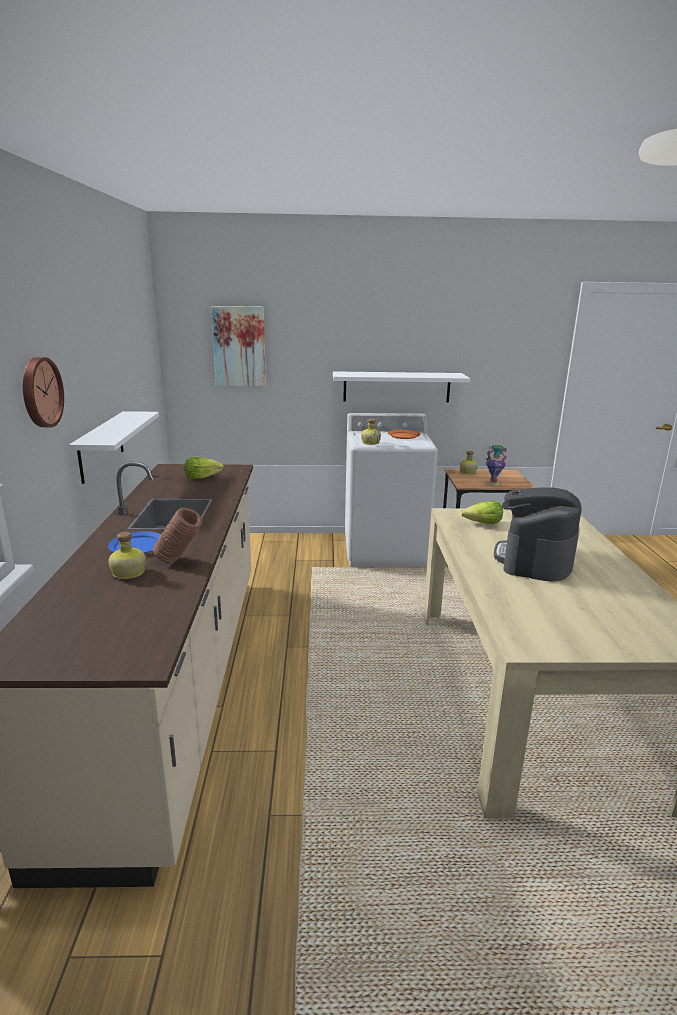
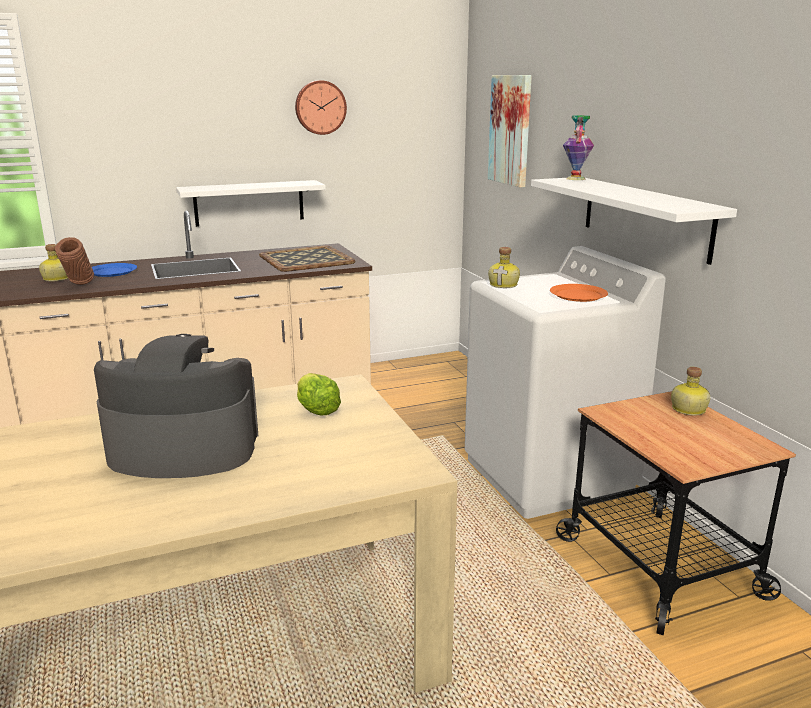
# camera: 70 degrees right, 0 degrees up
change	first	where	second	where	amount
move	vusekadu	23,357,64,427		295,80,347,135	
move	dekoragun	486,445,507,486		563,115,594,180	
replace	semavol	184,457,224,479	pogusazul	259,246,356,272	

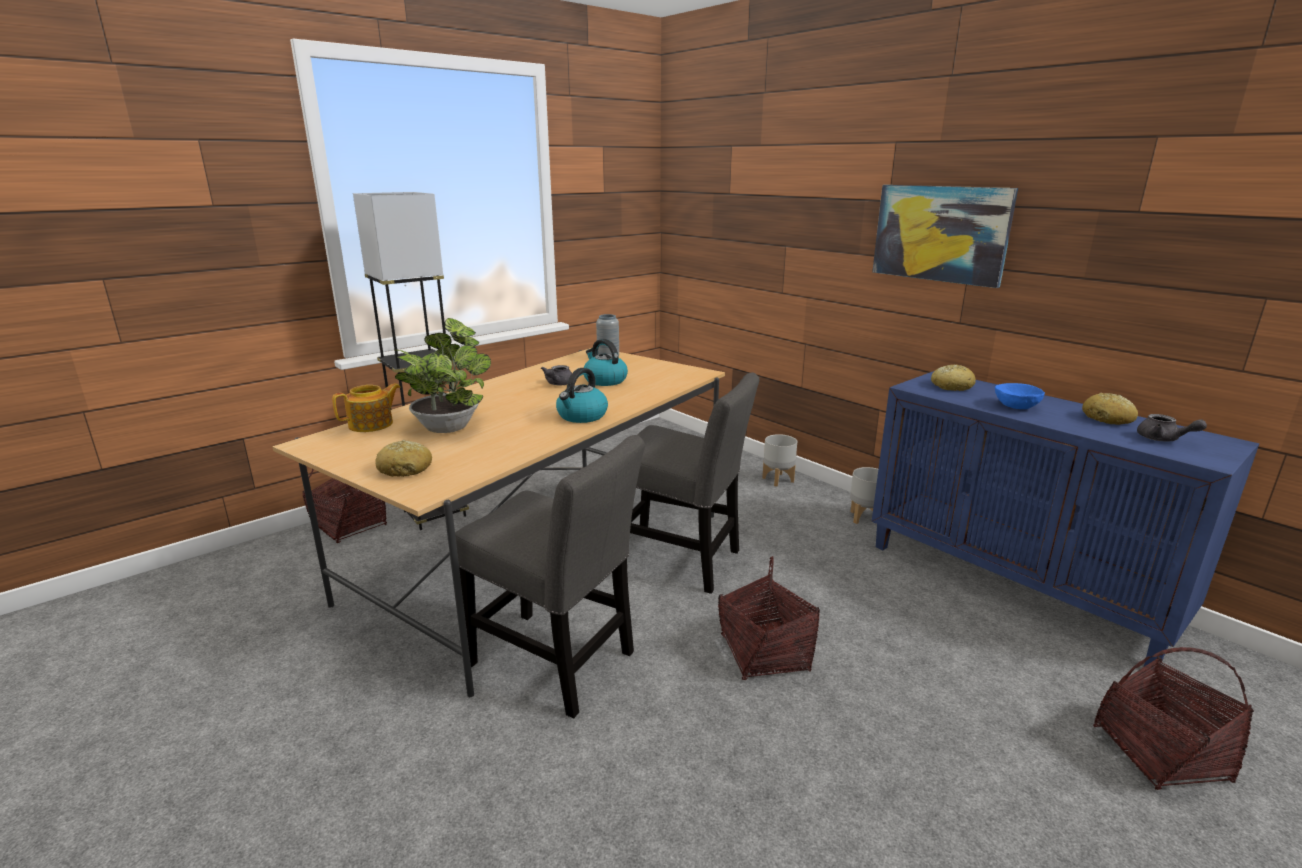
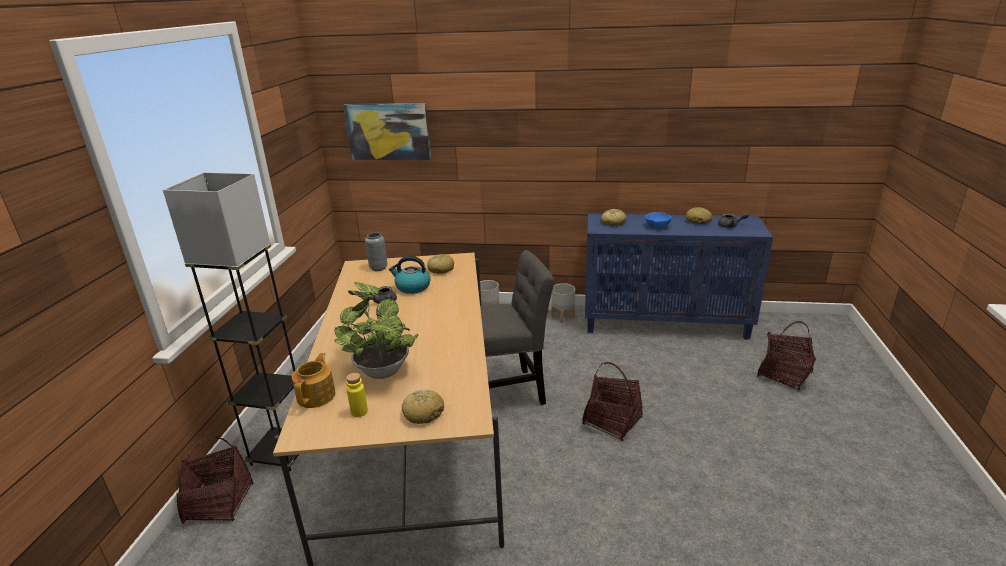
# camera: 40 degrees left, 5 degrees up
change	first	where	second	where	amount
delete	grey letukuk	455,435,645,719			
delete	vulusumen	556,368,608,423			
insert			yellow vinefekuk	346,373,368,417	
insert			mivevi	427,254,454,274	
move	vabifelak	872,185,1018,288		344,103,431,160	

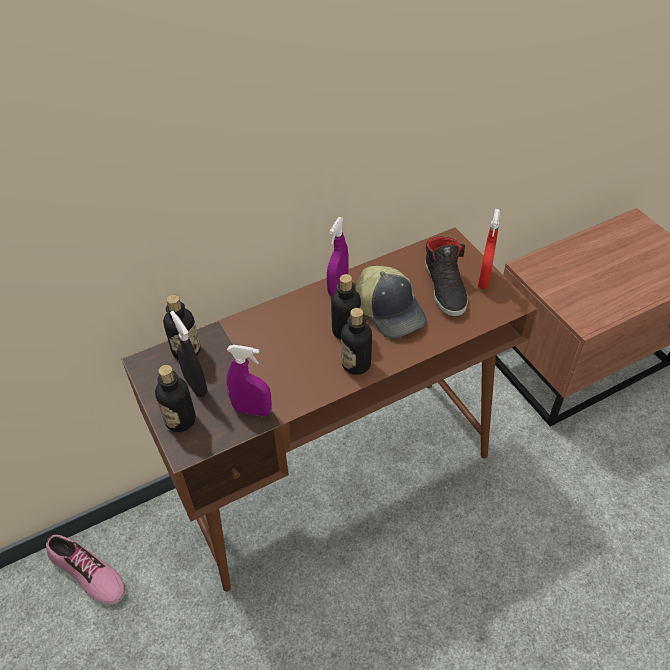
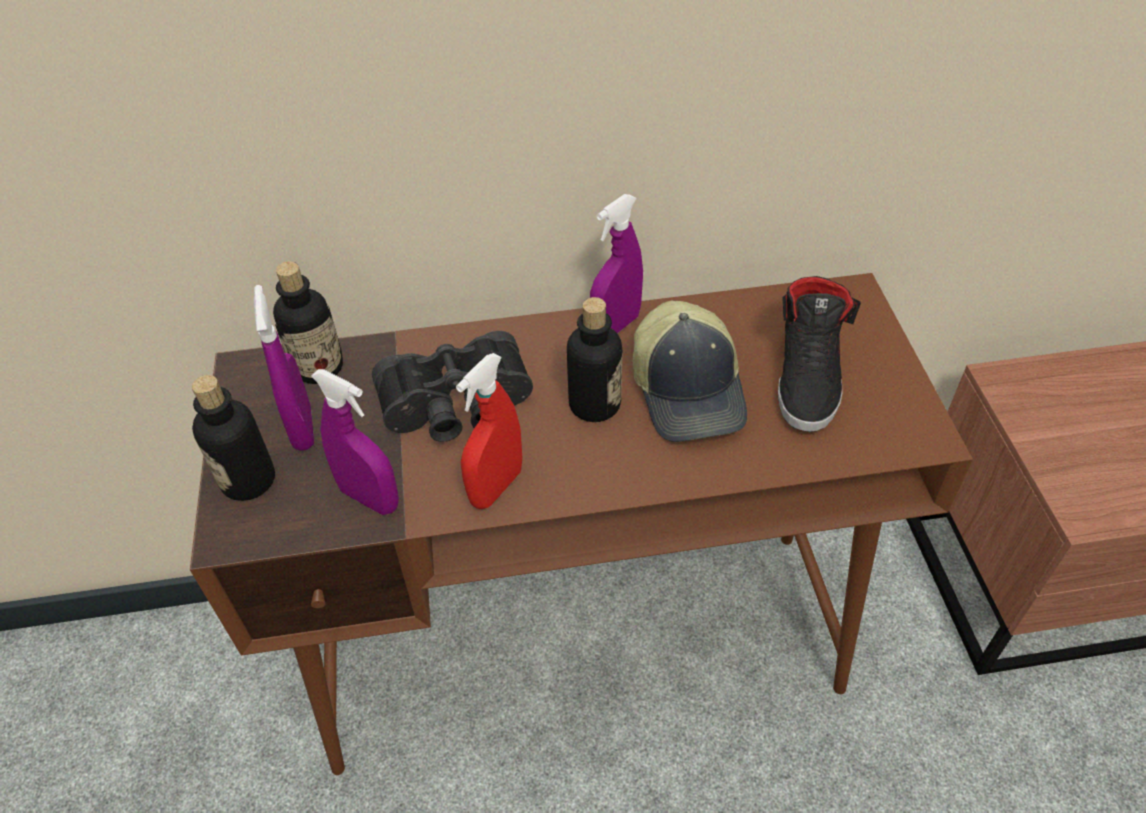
# camera: 20 degrees right, 0 degrees up
change	first	where	second	where	amount
delete	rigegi	46,535,125,605			
delete	vinefekuk	341,308,372,375			
insert			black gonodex	372,331,533,442	
move	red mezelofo	478,209,500,289		456,353,522,509	
recolor	black mezelofo	170,311,207,397	purple mezelofo	254,285,314,450	

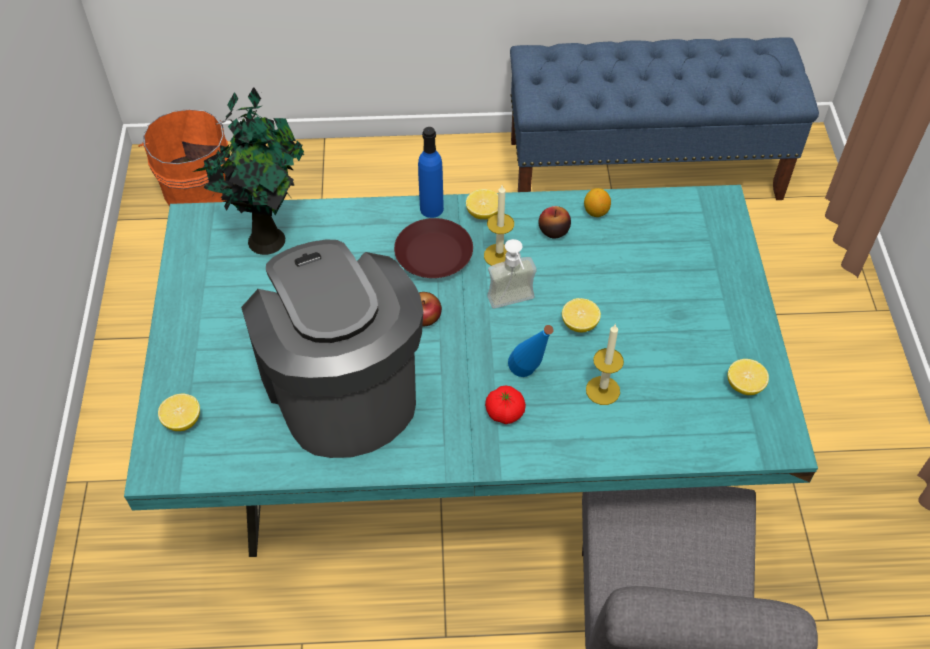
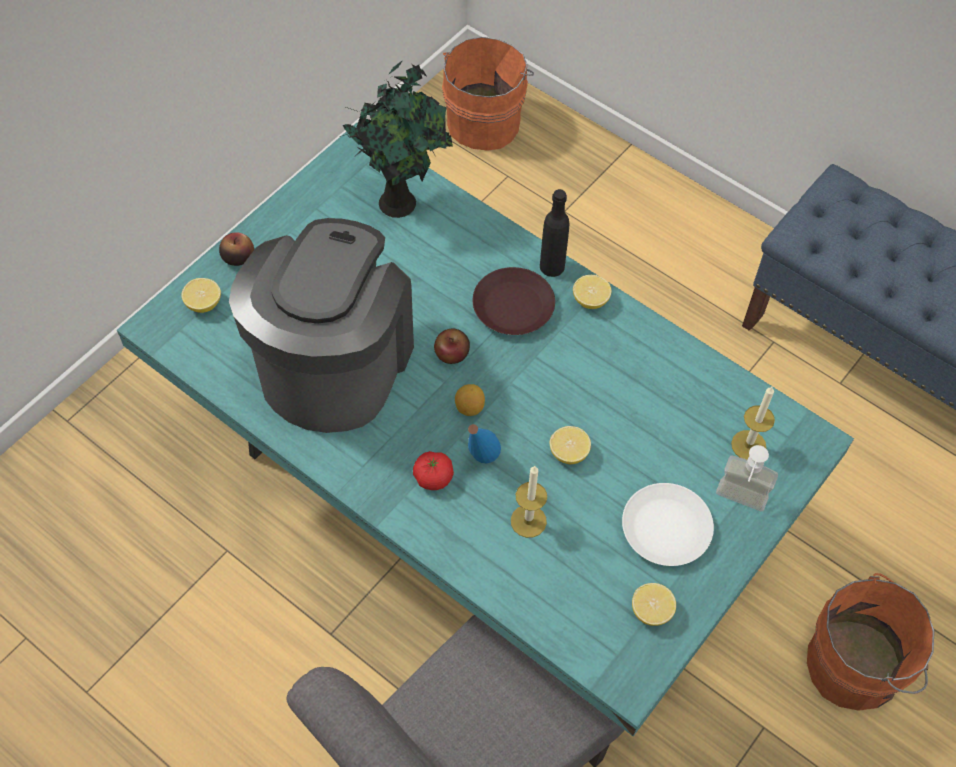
# camera: 40 degrees right, 5 degrees up
change	first	where	second	where	amount
insert			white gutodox	622,483,714,566	
insert			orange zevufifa	807,573,934,711	
move	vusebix	484,185,514,266		731,387,775,459	
move	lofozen	487,239,536,309		716,445,778,511	
move	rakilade	538,206,571,239		219,232,254,266	
move	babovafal	584,188,611,217		455,384,485,416	
recolor	blue vinefekuk	418,127,444,218	black vinefekuk	540,189,569,277	

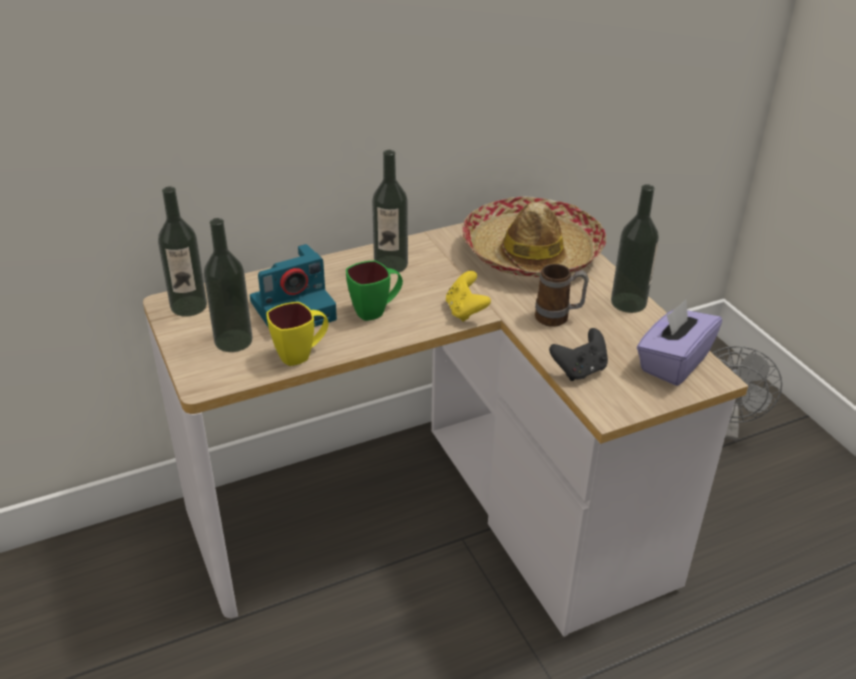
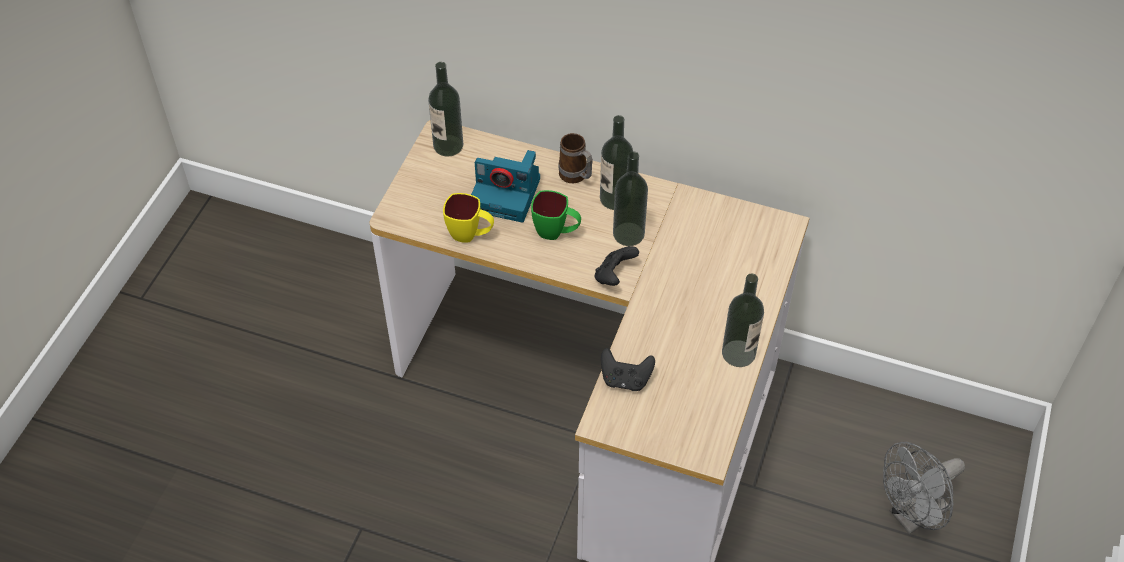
# camera: 45 degrees right, 15 degrees up
change	first	where	second	where	amount
delete	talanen	463,196,606,277			
delete	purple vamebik	637,300,722,386			
move	vinefekuk	204,218,253,352		613,151,648,246	
move	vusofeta	535,264,589,327		558,133,593,183	
recolor	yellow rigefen	446,271,491,322	black rigefen	595,246,639,286	

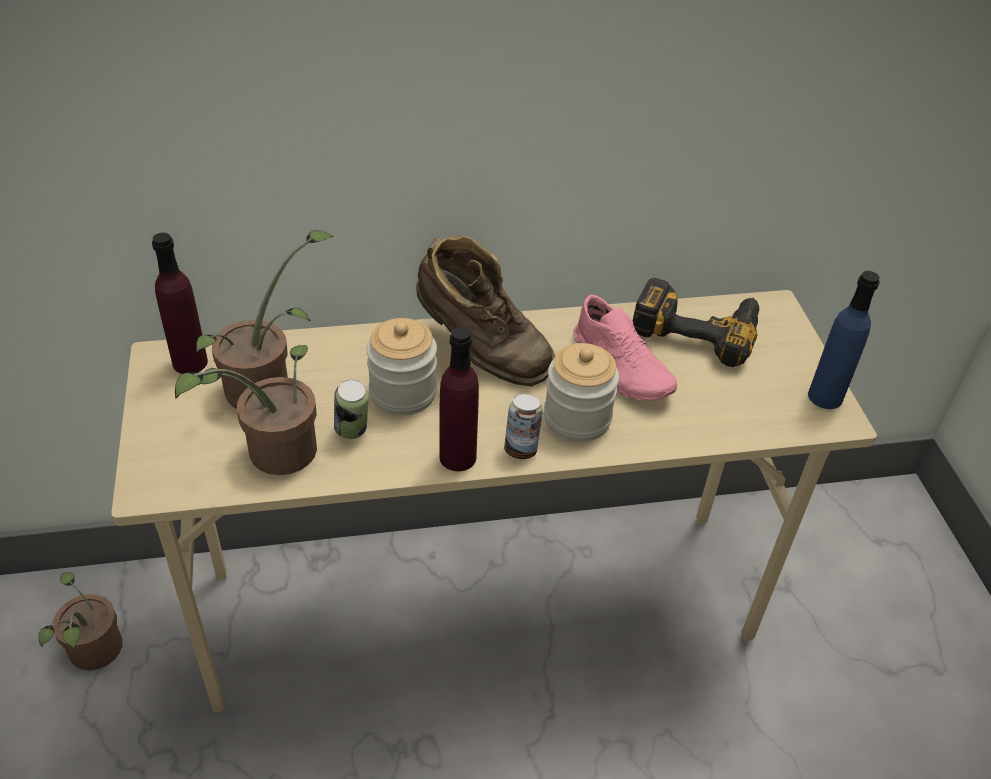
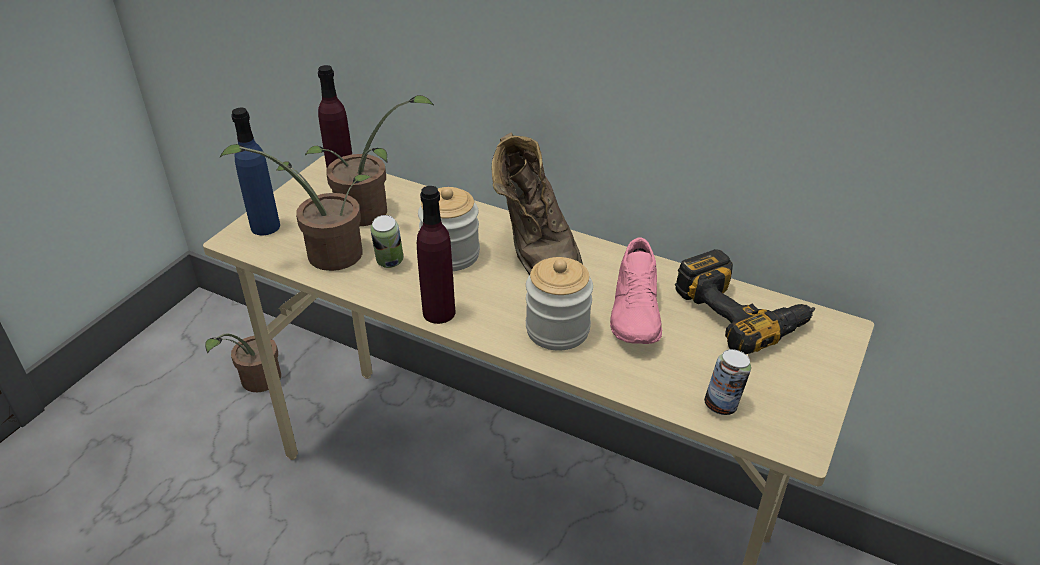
# camera: 40 degrees right, 5 degrees down
change	first	where	second	where	amount
move	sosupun	504,394,543,460		704,349,751,415	
move	blue vinefekuk	808,271,880,409		231,108,280,235	

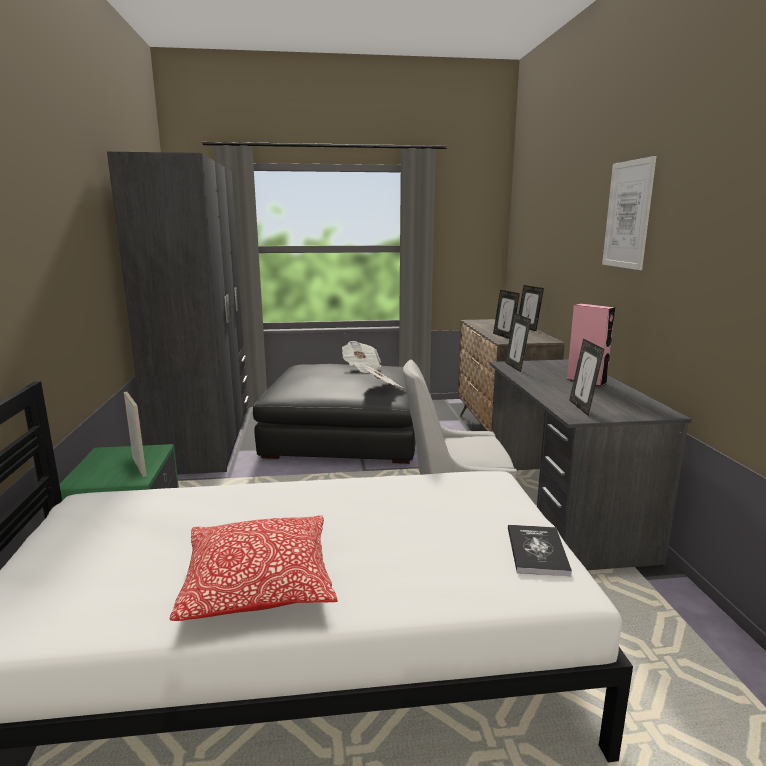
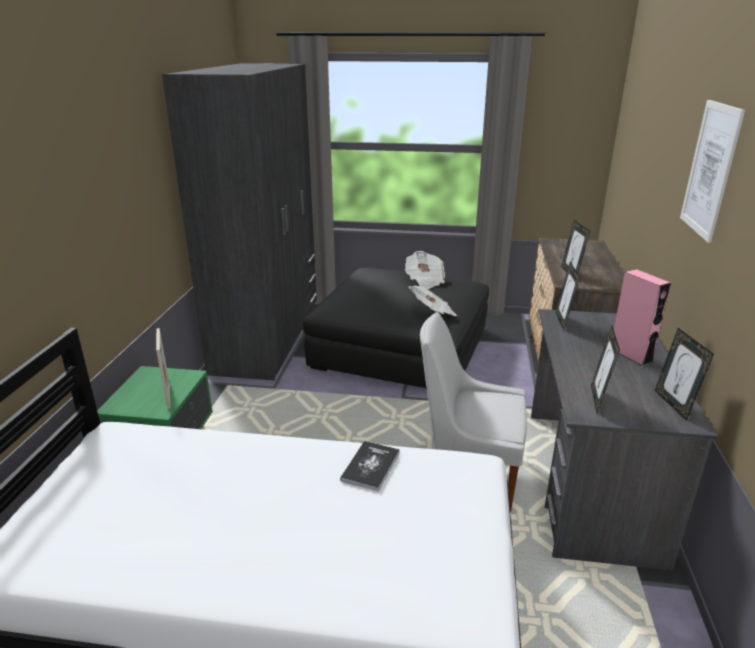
# camera: 15 degrees right, 10 degrees up
change	first	where	second	where	amount
delete	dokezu	170,515,338,621			
move	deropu	508,525,572,576		340,441,400,492	
move	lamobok	519,285,544,331		655,328,714,421	

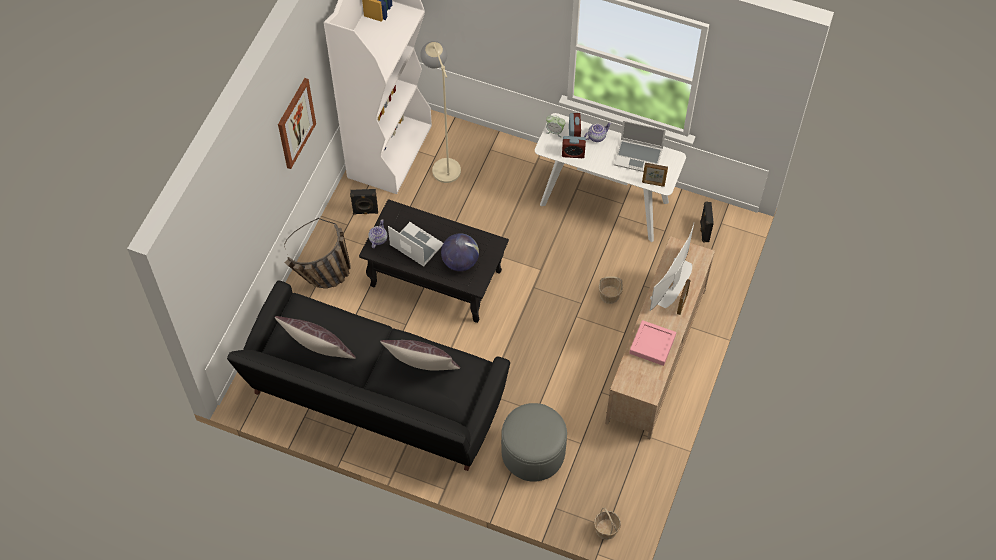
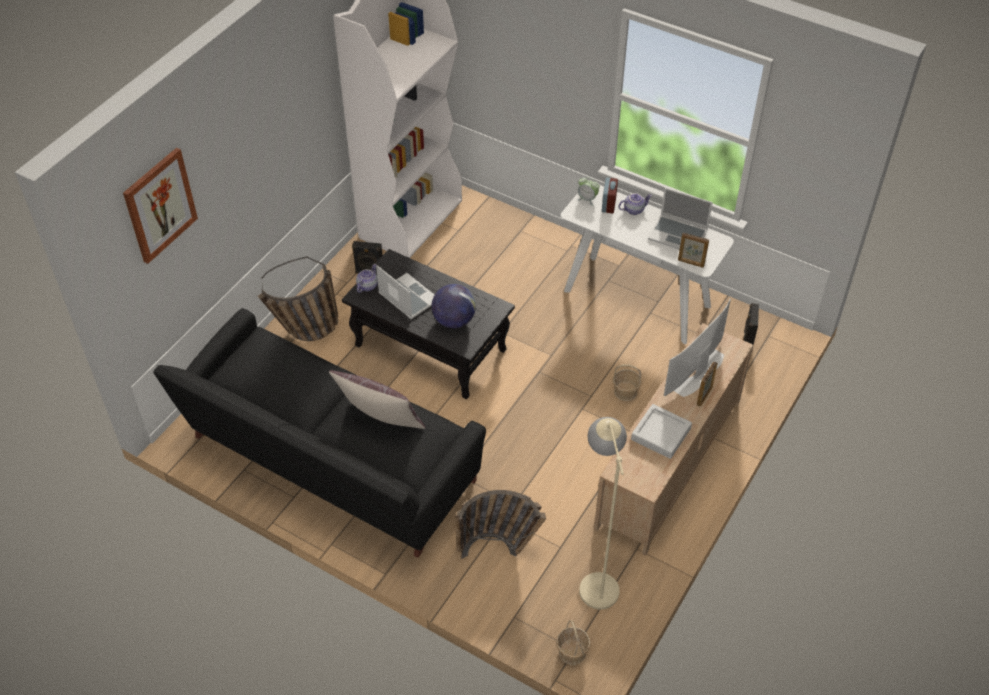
# camera: 10 degrees right, 10 degrees down
change	first	where	second	where	amount
delete	brown dokezu	275,316,356,359			
delete	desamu	562,136,586,158			
move	vabifelak	278,78,316,169		123,147,198,264	
move	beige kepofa	420,41,461,183		579,417,627,610	
replace	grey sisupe	501,403,567,482	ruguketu	456,490,546,559	
recolor	pink pogusazul	629,320,676,366	grey pogusazul	631,404,692,459	

